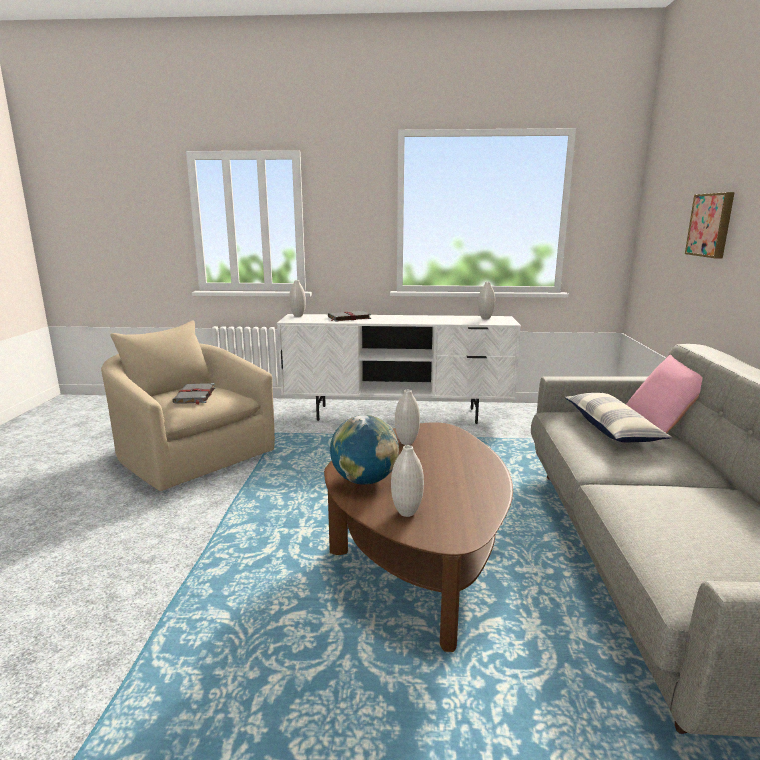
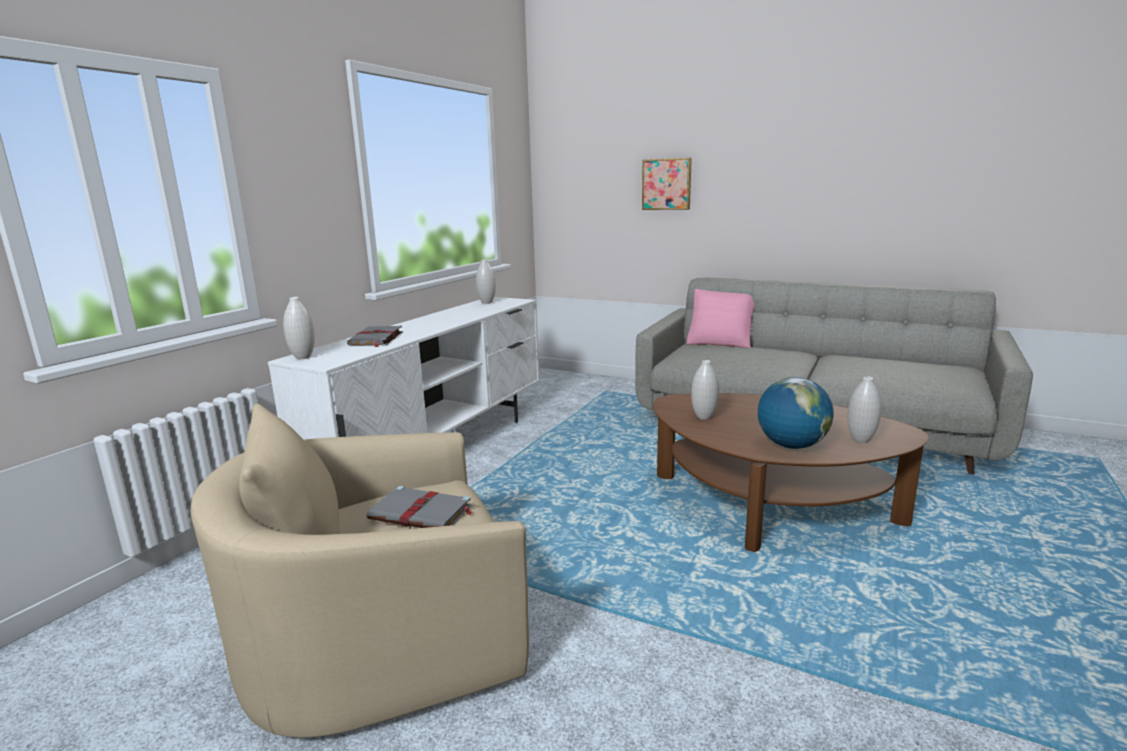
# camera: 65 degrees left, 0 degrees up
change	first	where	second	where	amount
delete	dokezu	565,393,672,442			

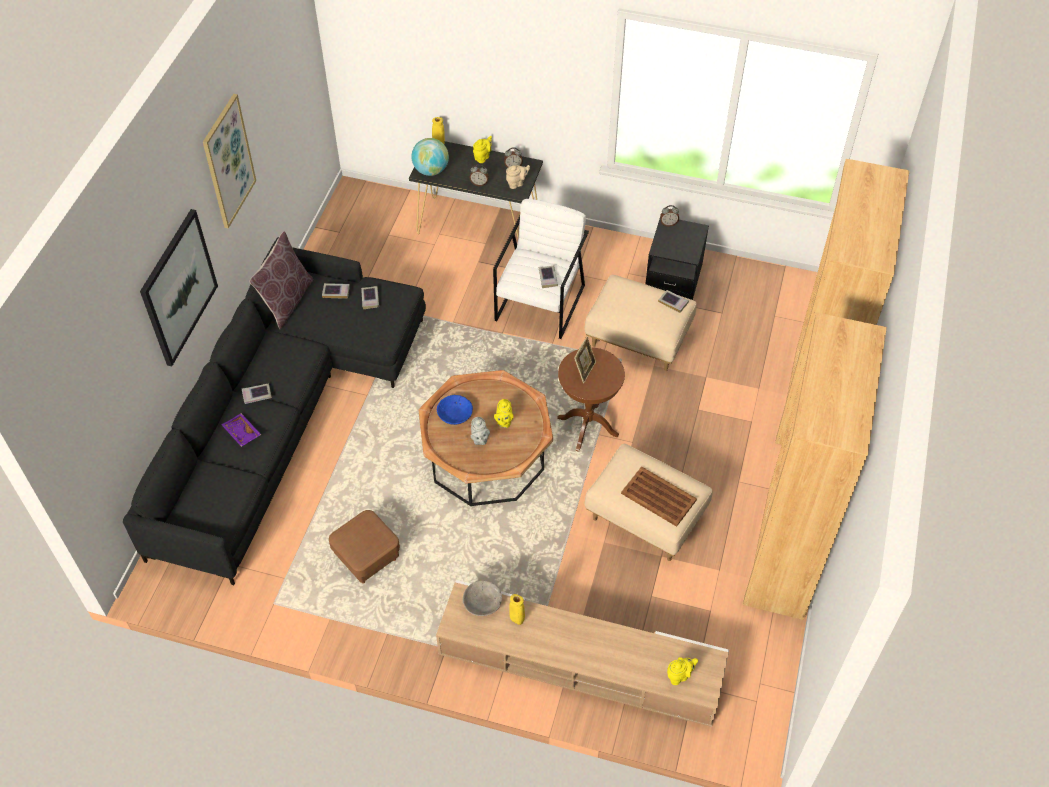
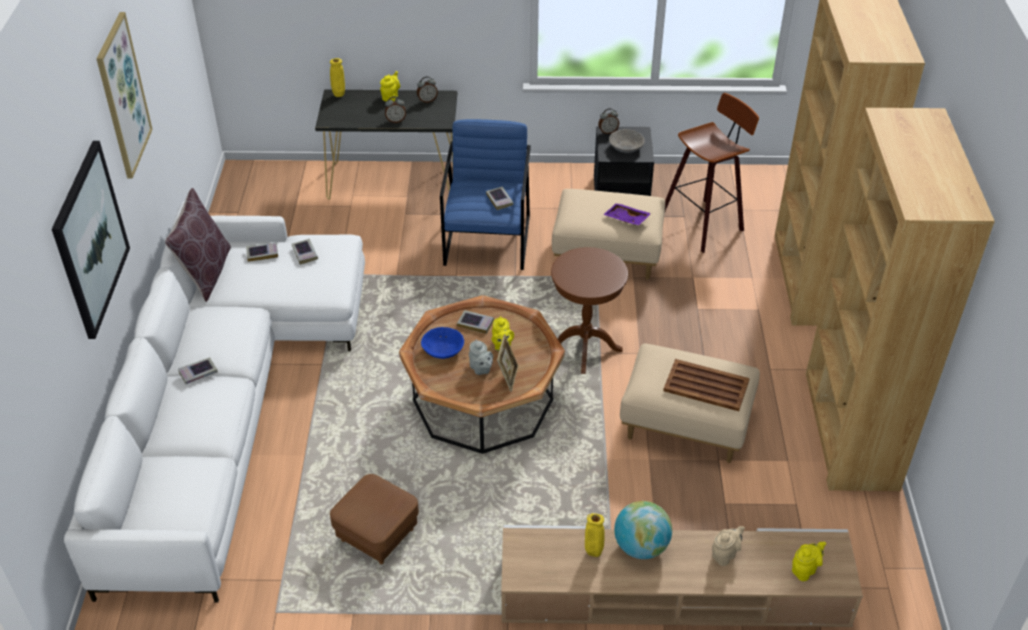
# camera: 15 degrees left, 10 degrees down
change	first	where	second	where	amount
insert			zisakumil	665,93,759,253	
move	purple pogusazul	221,413,261,447		603,203,651,226	
move	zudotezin	411,138,449,176		614,501,672,559	
move	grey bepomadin	463,580,502,616		609,129,645,153	
move	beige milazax	506,165,530,189		712,526,745,566	
move	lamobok	574,336,596,383		497,335,518,392	
move	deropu	658,290,689,313		457,310,494,334	
recolor	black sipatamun	123,237,426,585	white sipatamun	64,201,365,603	
recolor	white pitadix	493,199,589,339	blue pitadix	440,119,531,270	

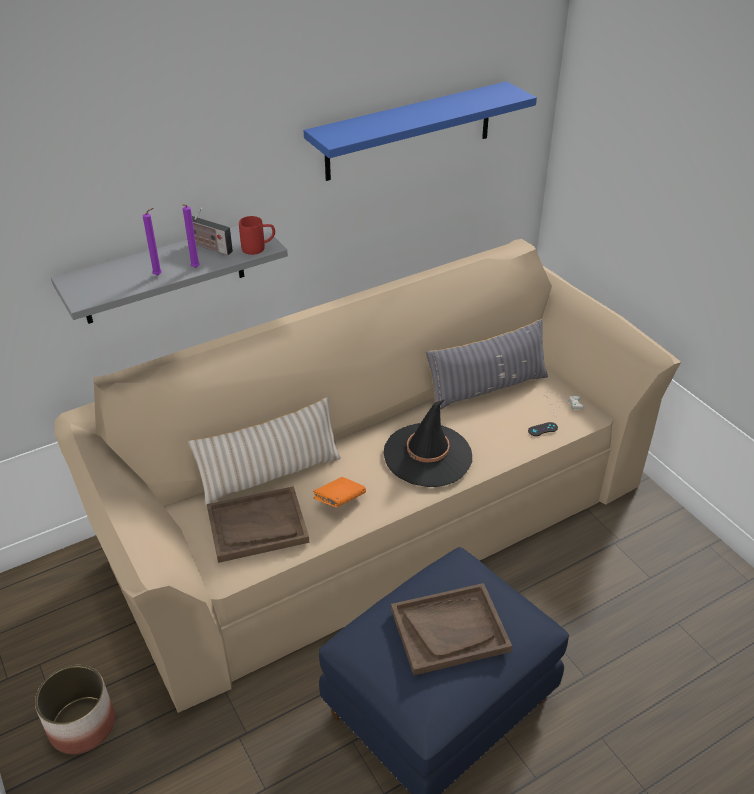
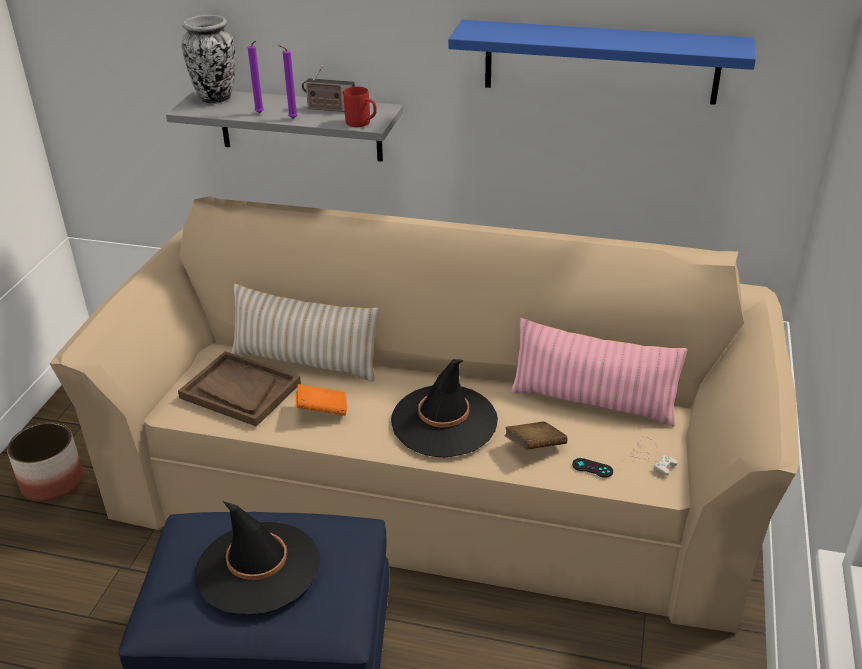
# camera: 45 degrees right, 5 degrees down
change	first	where	second	where	amount
insert			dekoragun	181,15,235,104	
insert			brown deropu	504,421,568,450	
replace	brown pogusazul	391,583,512,675	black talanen	194,501,320,614	
recolor	grey dokezu	426,319,548,410	pink dokezu	510,318,687,427	
rotate	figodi	192,208,233,255		302,66,355,112	60 degrees counterclockwise

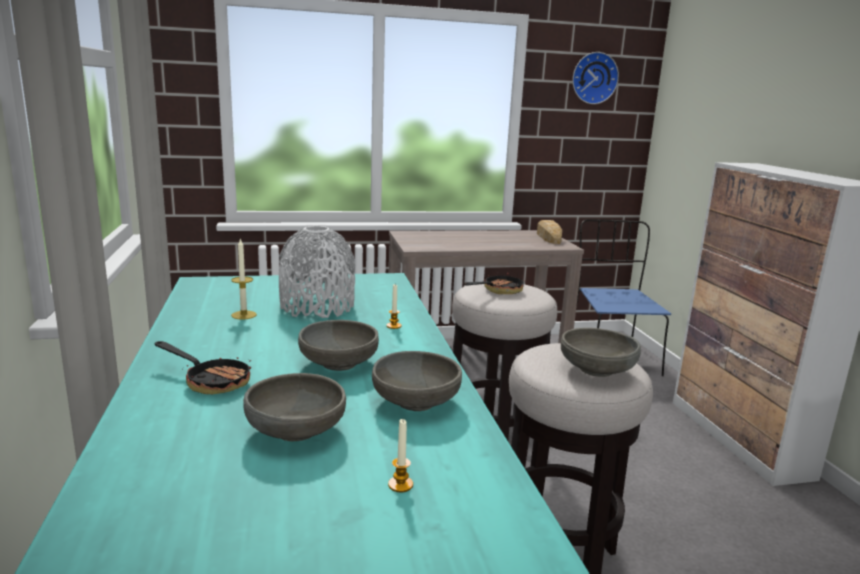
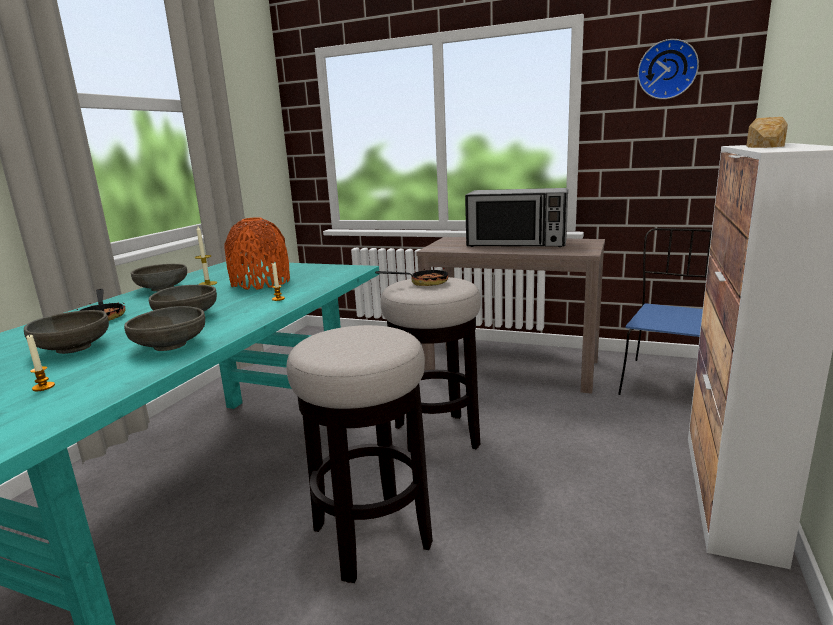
# camera: 35 degrees right, 0 degrees up
change	first	where	second	where	amount
insert			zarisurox	465,188,568,247	
move	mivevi	537,220,562,244		747,117,788,148	
move	grey bepomadin	561,328,641,377		131,264,187,291	
recolor	grey dekoragun	279,226,355,318	orange dekoragun	224,217,290,290	

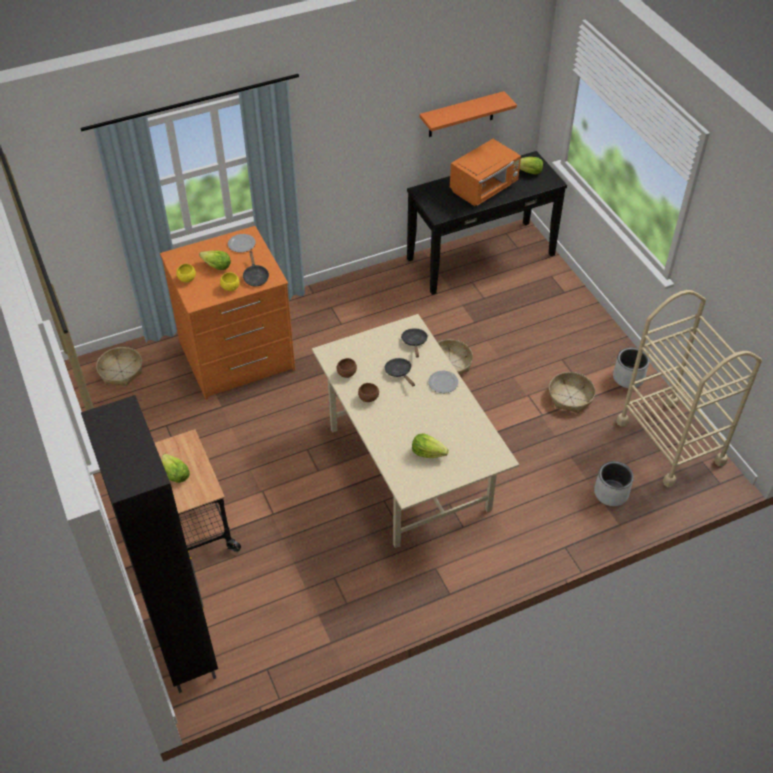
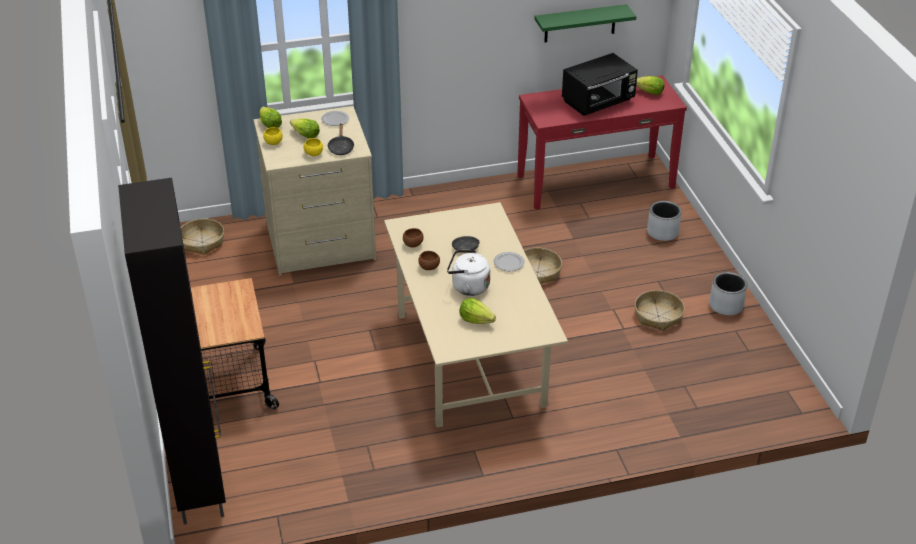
# camera: 10 degrees right, 10 degrees down
change	first	where	second	where	amount
delete	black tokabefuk	401,328,428,358			
delete	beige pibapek	616,290,762,487			
insert			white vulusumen	447,250,490,296	
move	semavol	162,454,190,483		259,107,282,128	
move	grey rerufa	594,461,634,506		647,201,682,241	
recolor	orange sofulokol	160,226,295,400	beige sofulokol	254,106,376,276	
recolor	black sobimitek	407,151,567,295	red sobimitek	517,75,687,210	
recolor	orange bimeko	420,91,517,137	green bimeko	534,4,636,42	
recolor	orange zarisurox	450,139,521,206	black zarisurox	562,53,638,116	

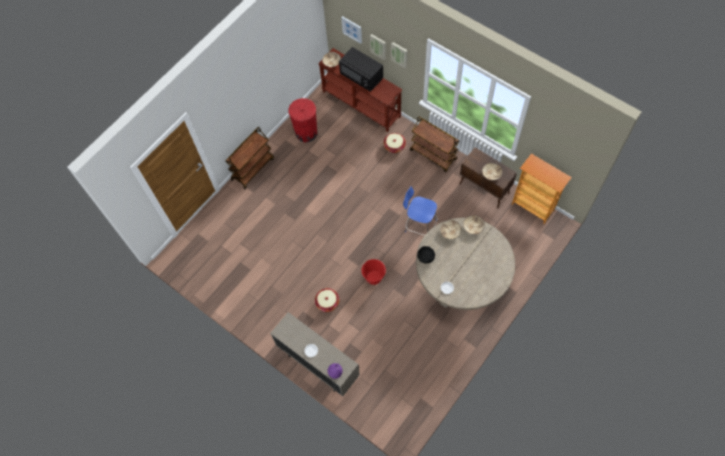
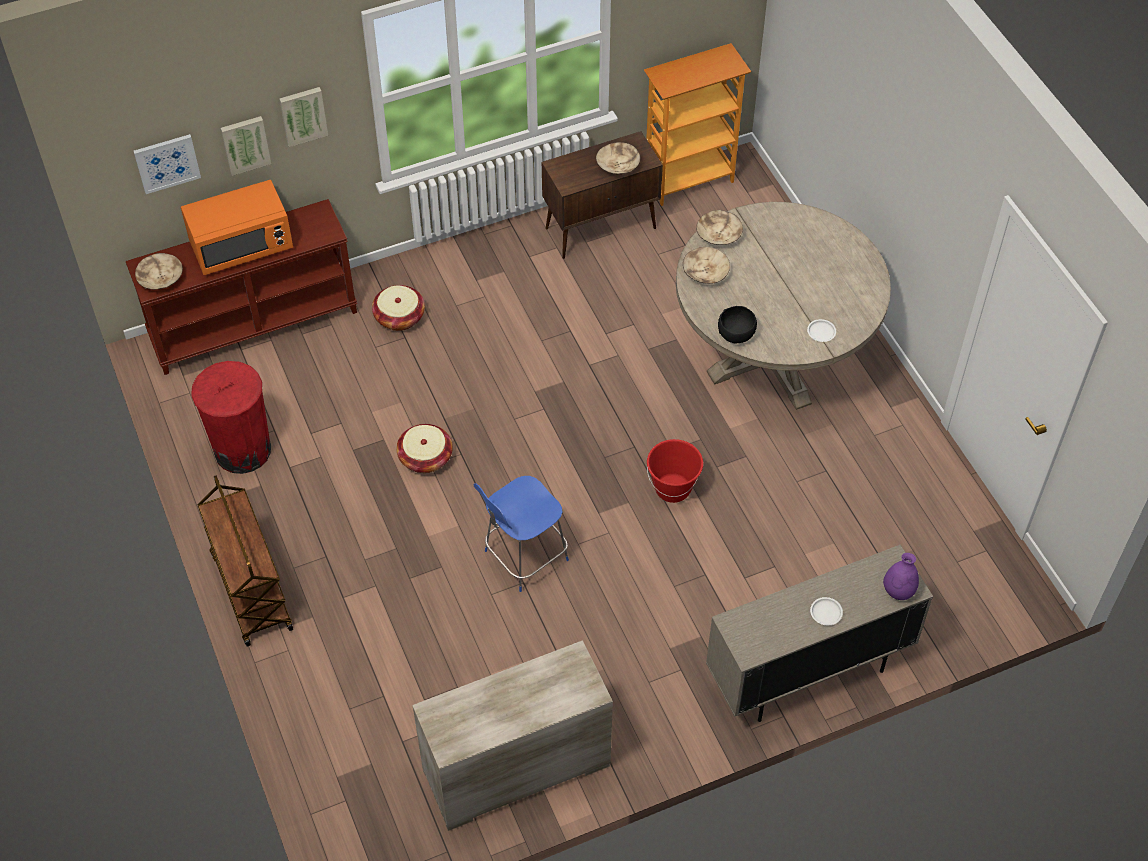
# camera: 65 degrees left, 10 degrees down
change	first	where	second	where	amount
delete	brown pibapek	410,116,459,172			
insert			beige sofulokol	412,640,613,831	
move	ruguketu	315,288,339,312		396,424,453,473	
move	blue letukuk	403,186,438,236		474,476,569,592	
recolor	black zarisurox	339,47,384,91	orange zarisurox	181,180,293,275	

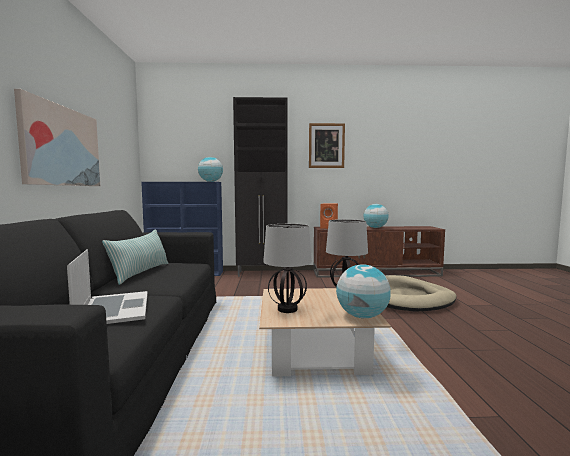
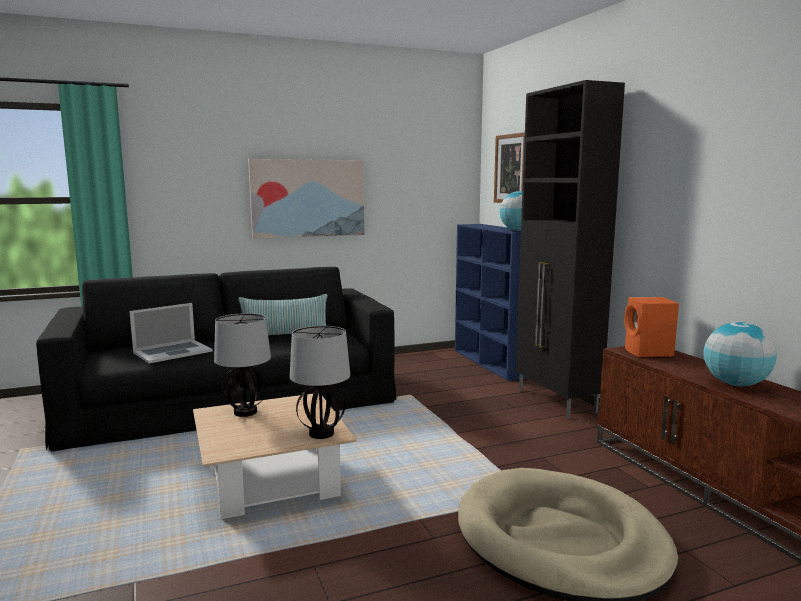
# camera: 70 degrees right, 5 degrees up
change	first	where	second	where	amount
delete	zudotezin	336,264,391,318			
move	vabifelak	309,123,345,168		494,132,525,203	

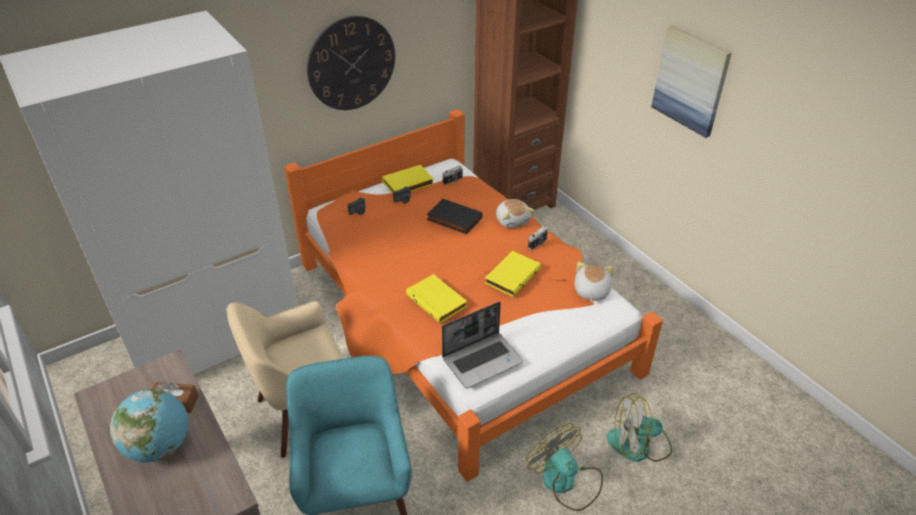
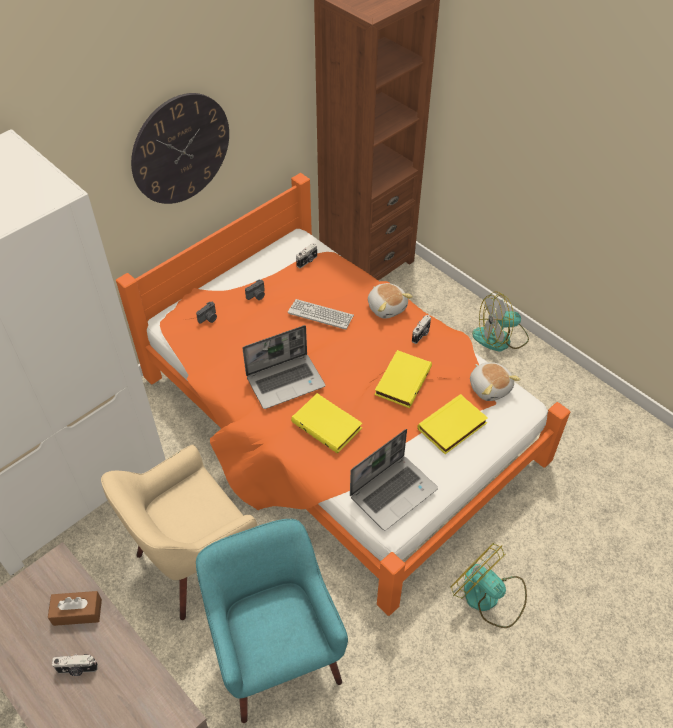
# camera: 10 degrees left, 10 degrees up
change	first	where	second	where	amount
delete	vabifelak	651,25,732,138			
insert			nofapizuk	242,325,325,409	
move	yellow deropu	382,165,434,194		418,394,488,454	
move	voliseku	607,393,672,462		472,292,529,351	
replace	zudotezin	110,389,188,462	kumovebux	52,654,98,676	
replace	black deropu	427,199,482,234	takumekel	288,299,354,330	
rotate	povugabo	574,262,614,302		470,362,521,401	150 degrees clockwise

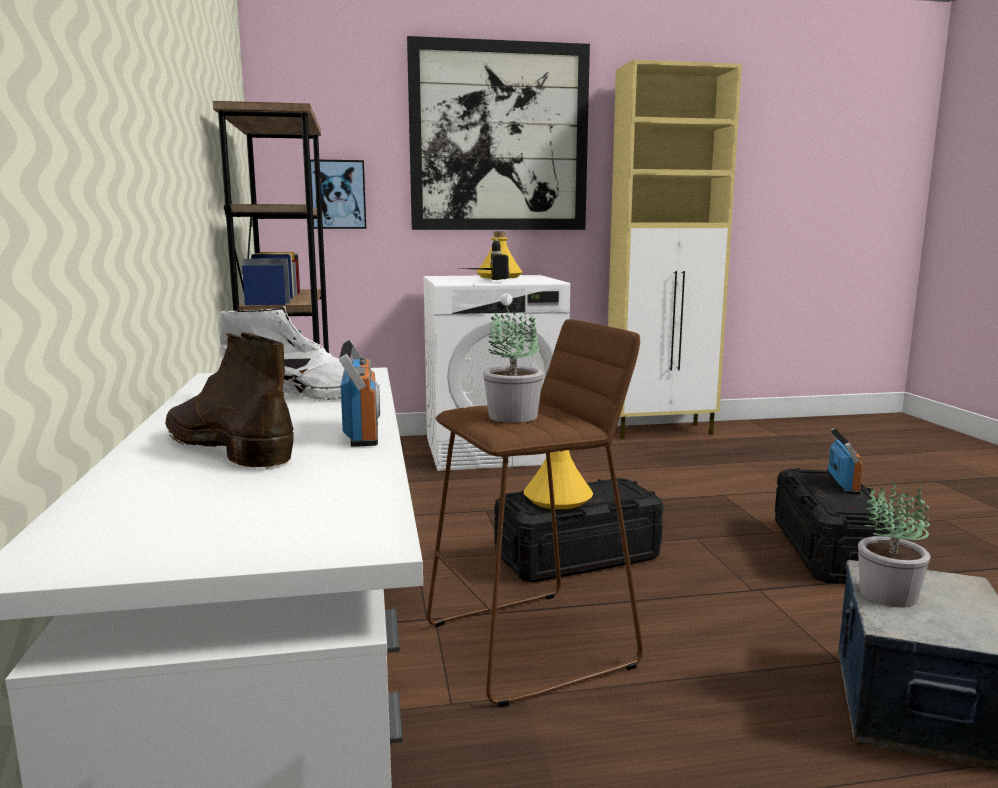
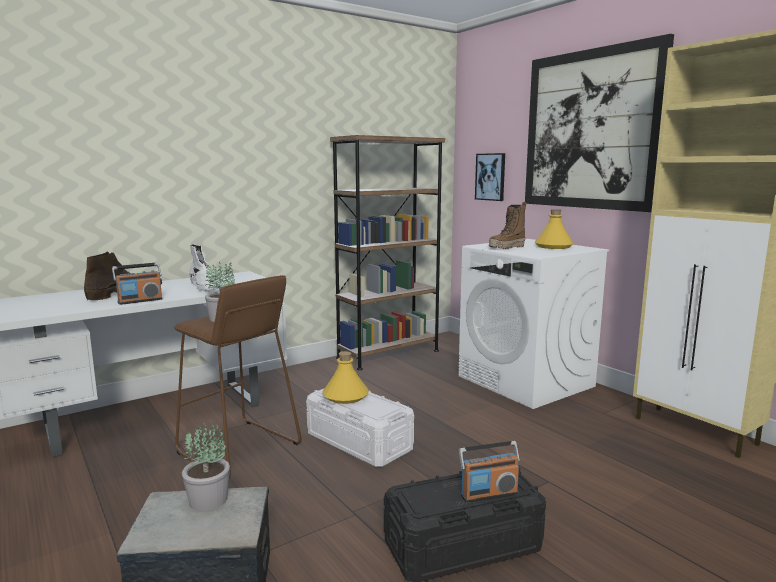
# camera: 65 degrees right, 0 degrees up
change	first	where	second	where	amount
replace	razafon	460,237,510,280	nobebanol	489,202,527,249	
recolor	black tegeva	494,478,664,582	white tegeva	306,389,414,467	

